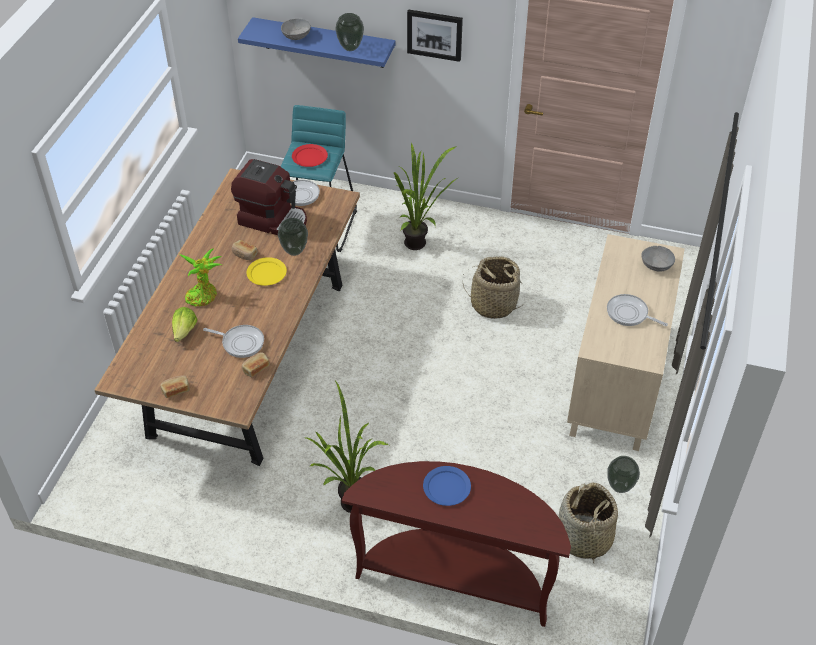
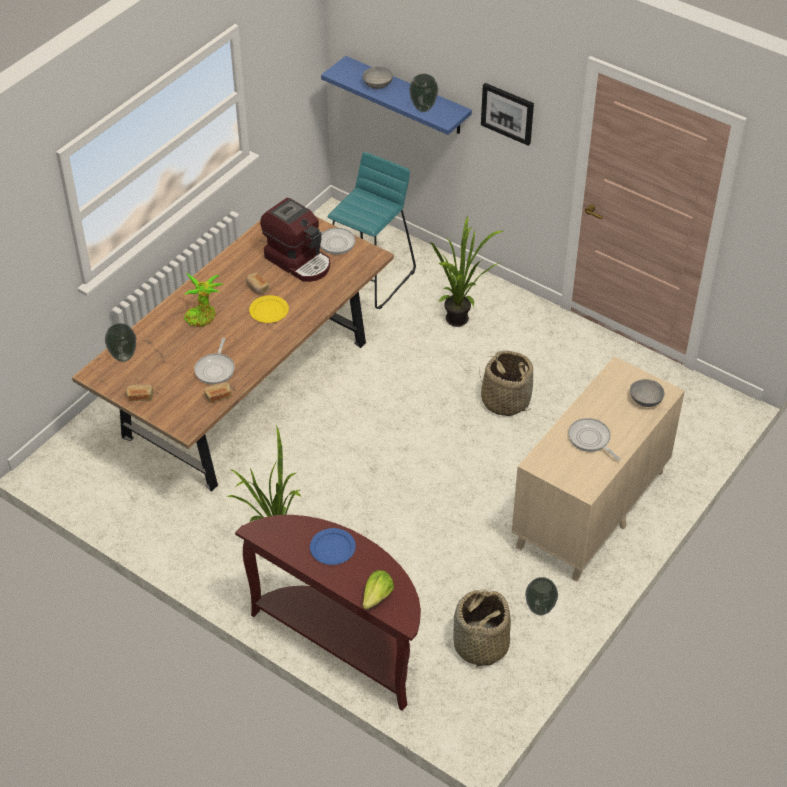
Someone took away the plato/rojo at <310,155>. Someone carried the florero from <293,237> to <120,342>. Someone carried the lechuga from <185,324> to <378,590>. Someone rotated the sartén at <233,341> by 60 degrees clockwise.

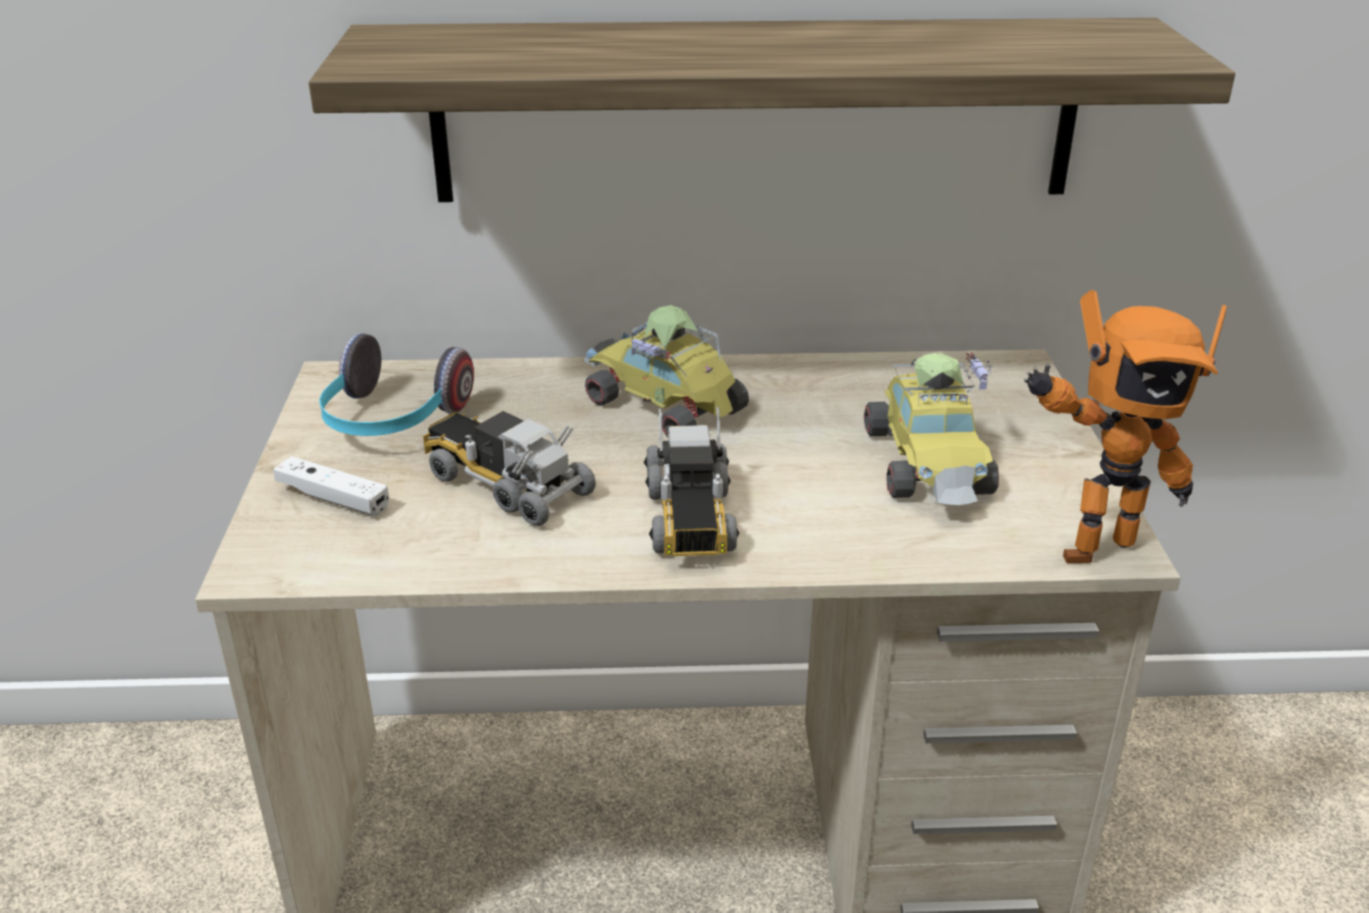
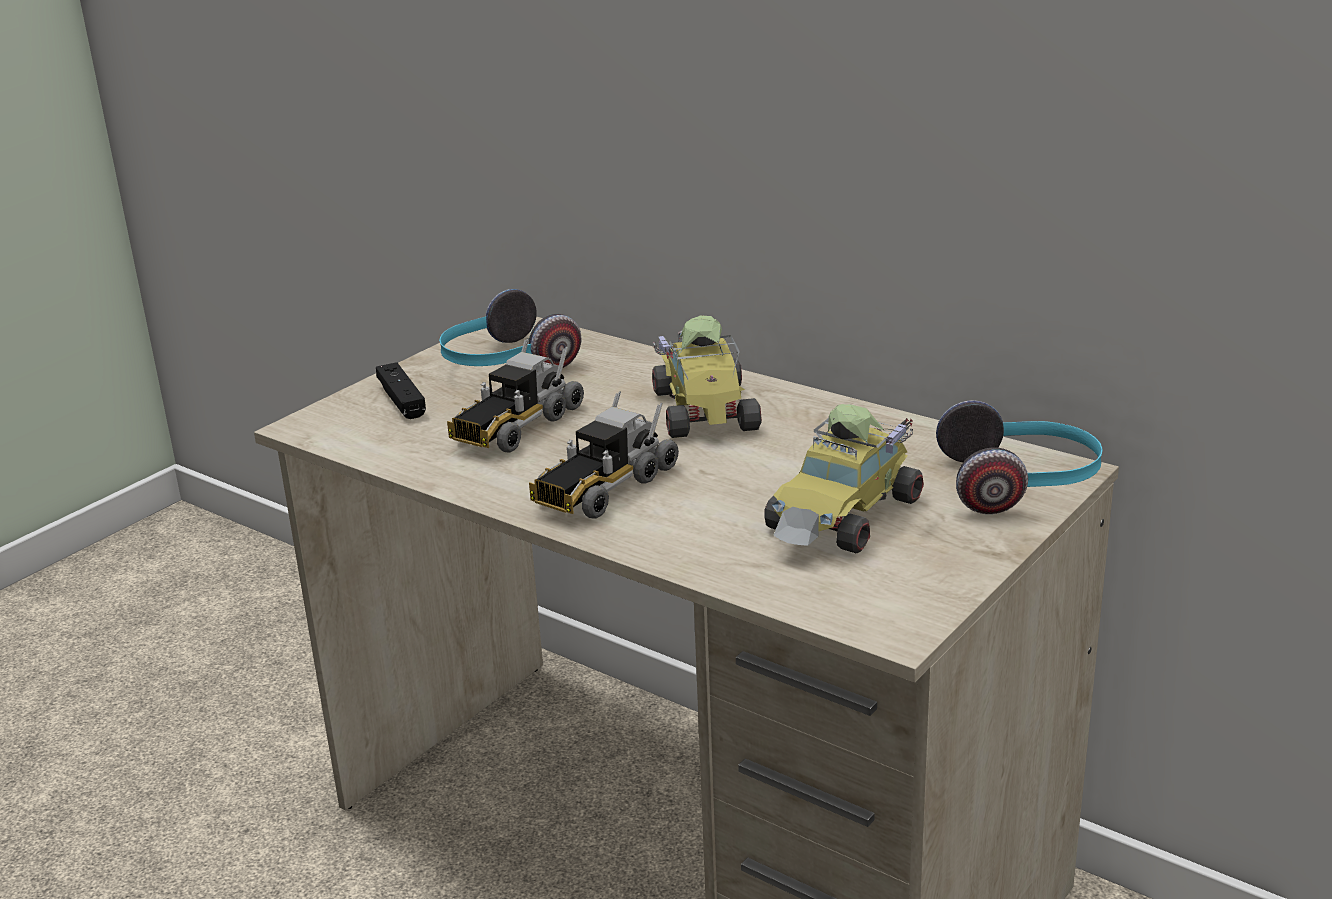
Someone took away the estante at <772,110>. Someone took away the robot de juguete at <1125,426>. Someone rotated the camión de juguete at <509,468> by 135 degrees counterclockwise. Someone repainted the mando de consola/blanco at <331,486>, which became the mando de consola/negro at <401,390>. Someone put down the auriculares at <1019,457>.

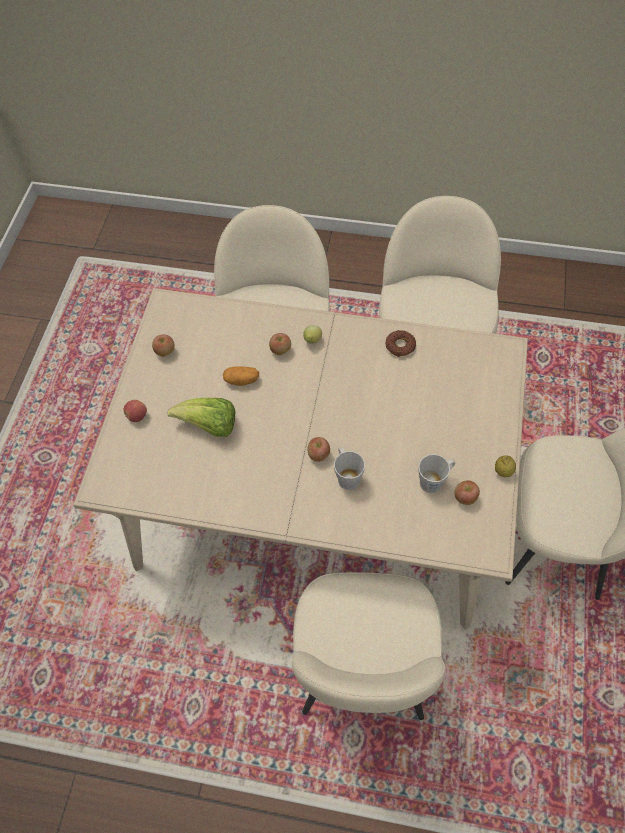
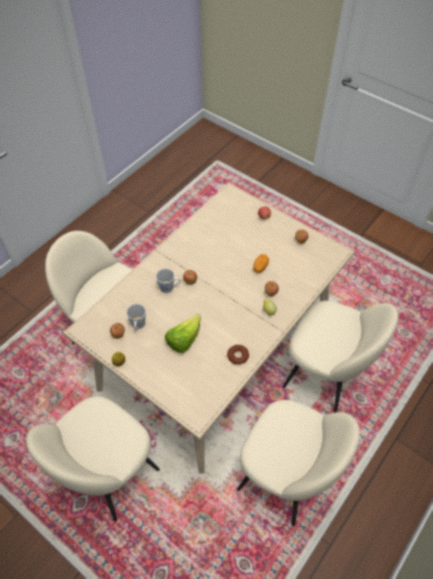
Someone carried the lechuga from <201,417> to <183,333>.

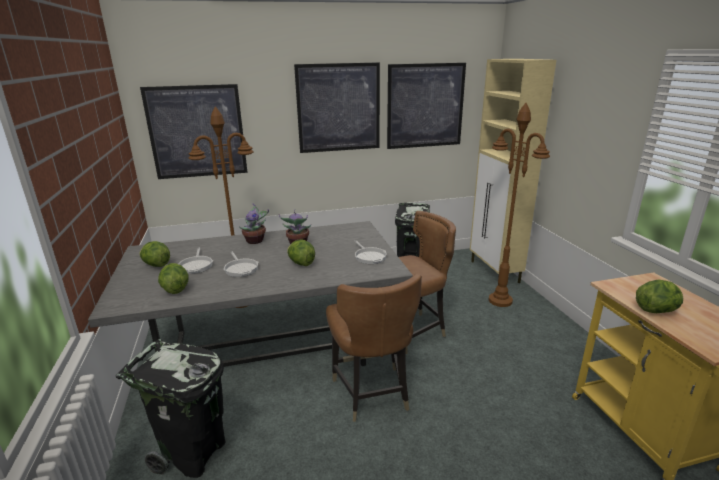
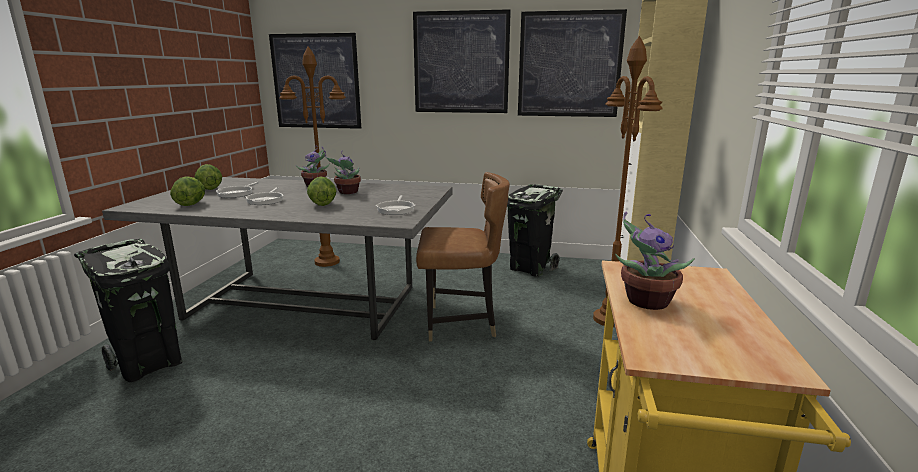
Someone took away the silla/marrón at <374,348>. Someone swapped the lechuga at <659,296> for the planta en maceta at <655,260>.

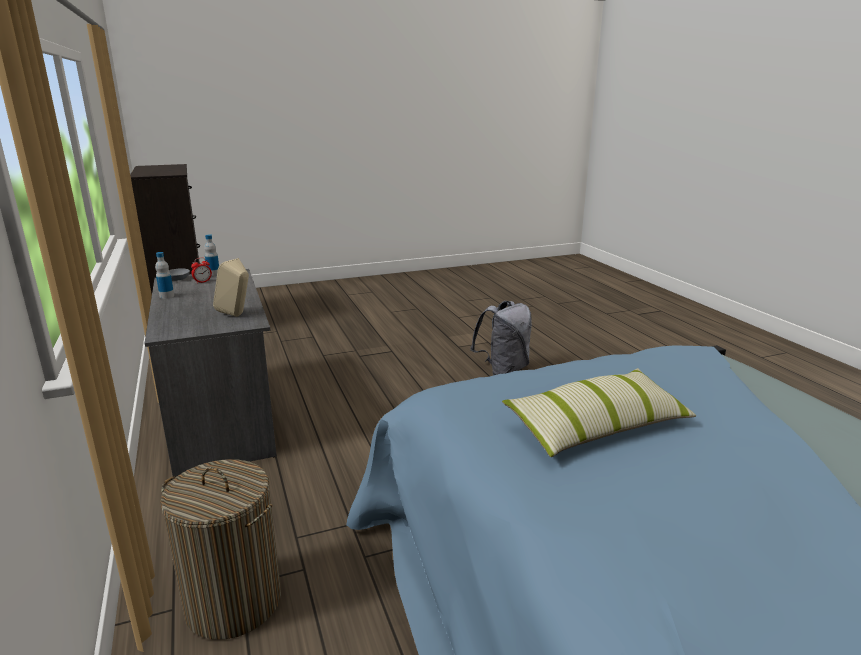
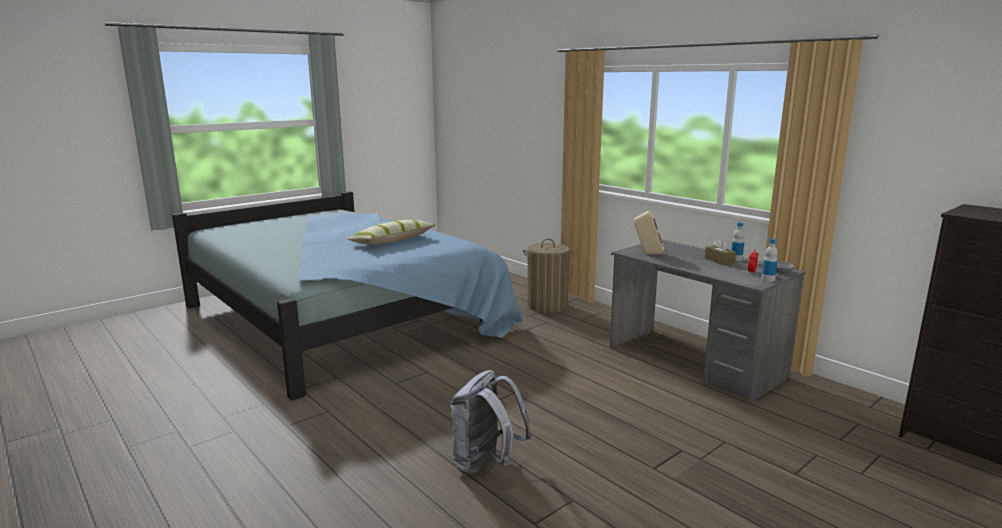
Someone put down the caja de pañuelos/marrón at <720,251>.

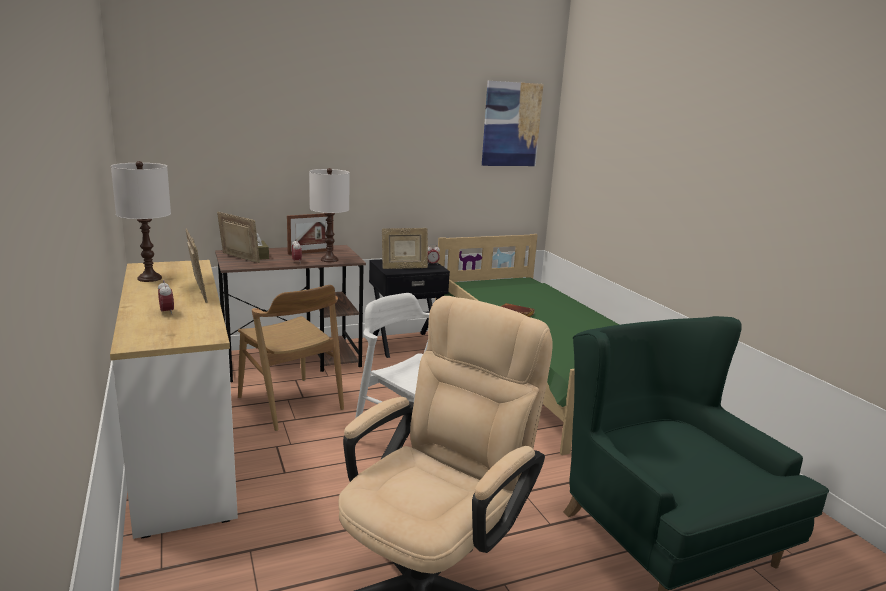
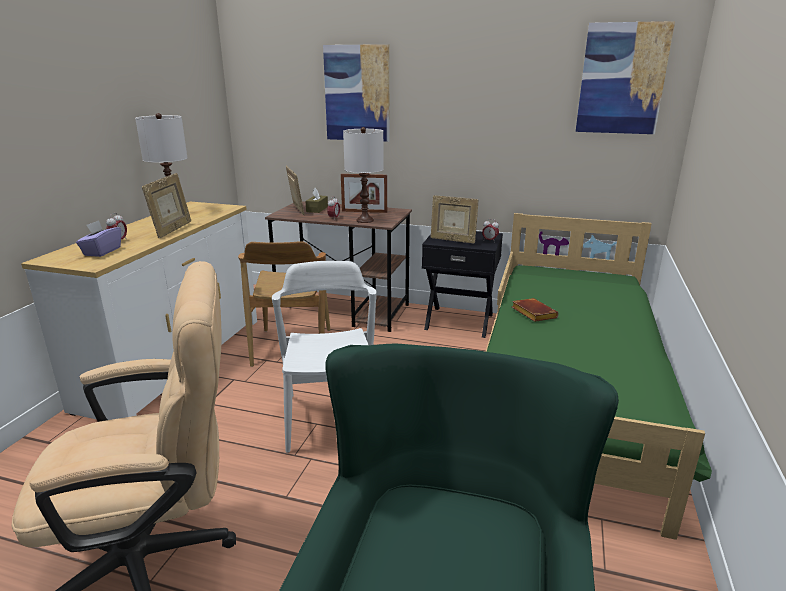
Someone put up the cuadro at <356,93>. Someone put down the caja de pañuelos/morado at <98,238>.

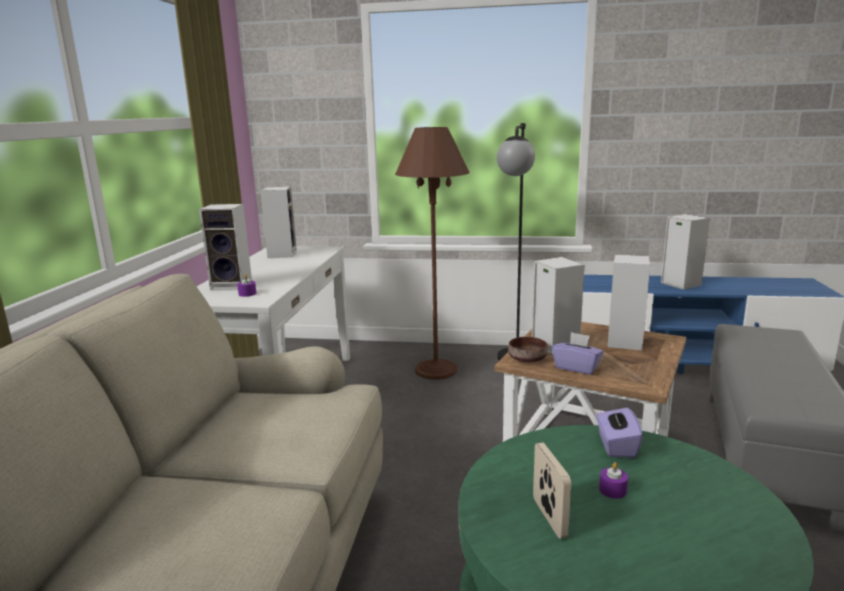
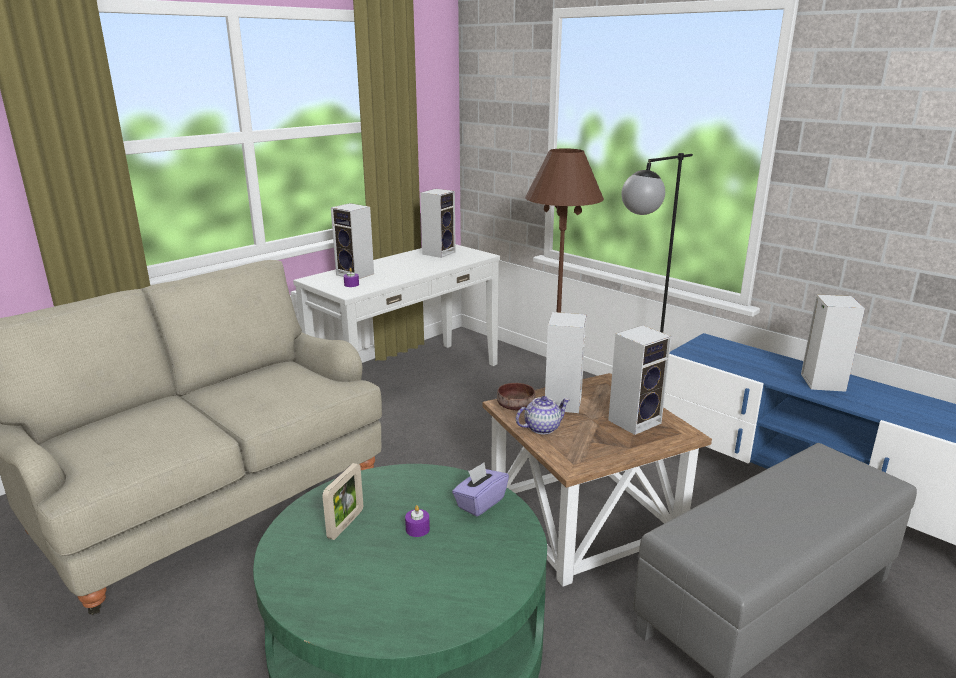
Someone swapped the caja de pañuelos/morado at <577,353> for the tetera at <543,415>.

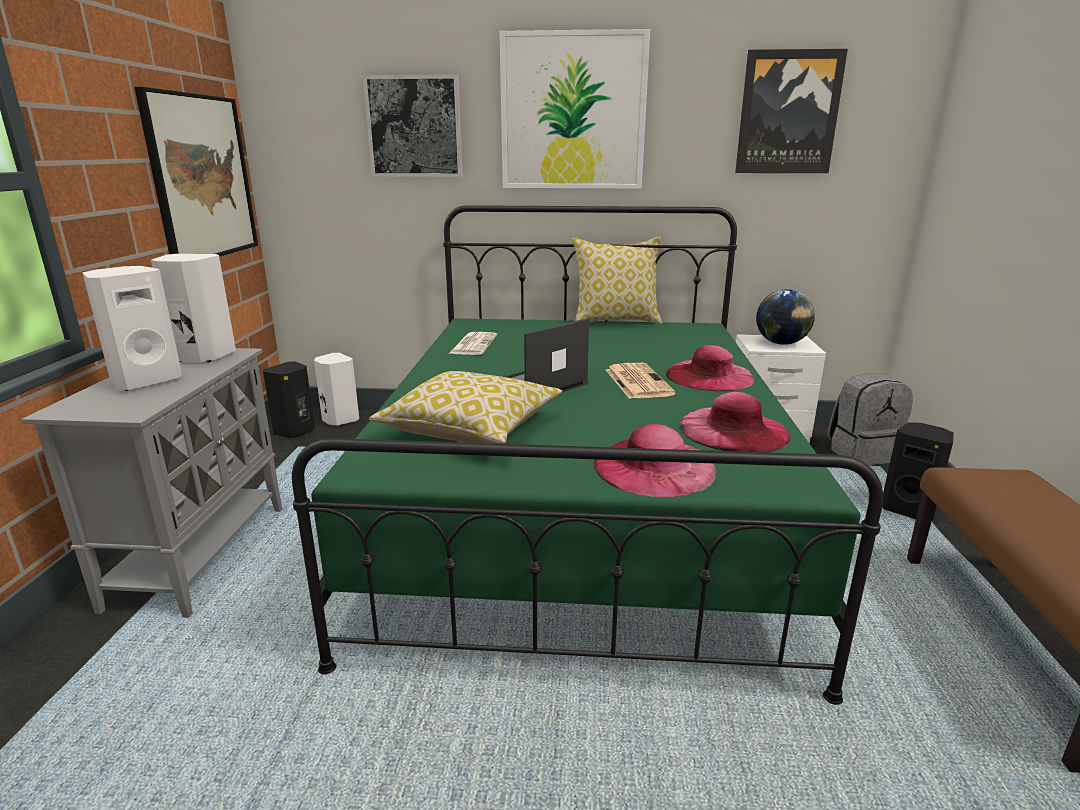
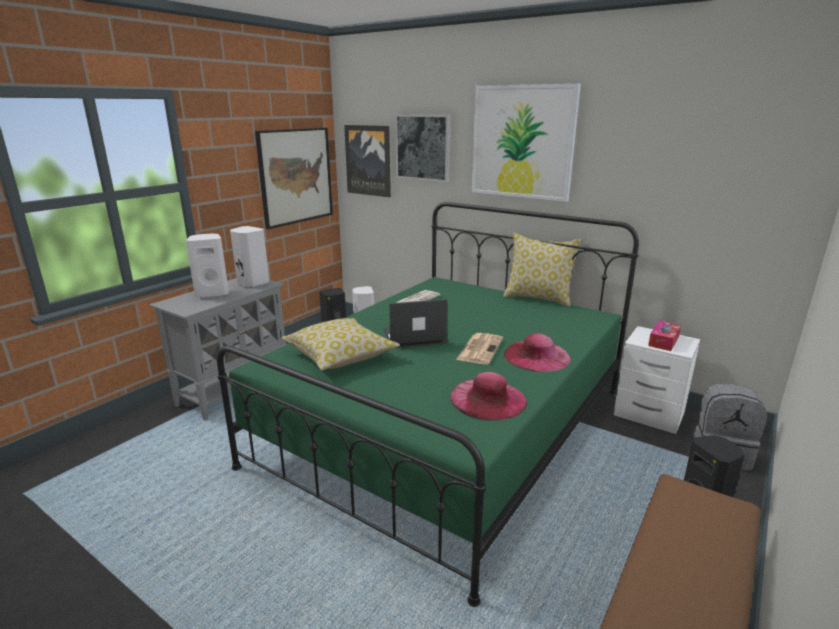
Someone carried the cuadro from <791,111> to <367,161>. Someone swapped the globo terráqueo at <785,317> for the caja de pañuelos at <664,335>. Someone took away the sombrero/rosa at <655,460>.

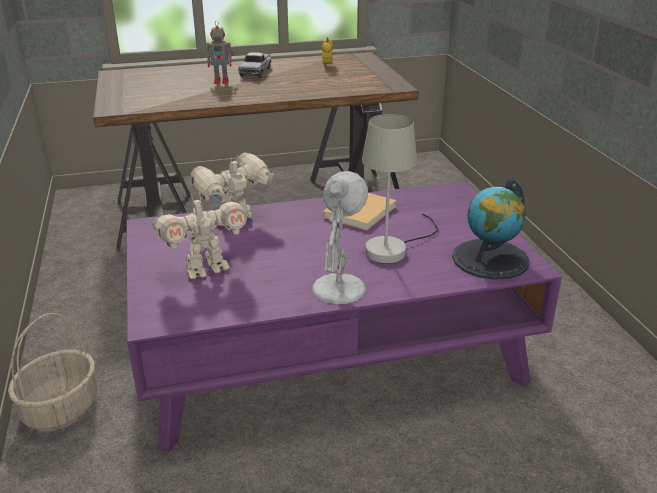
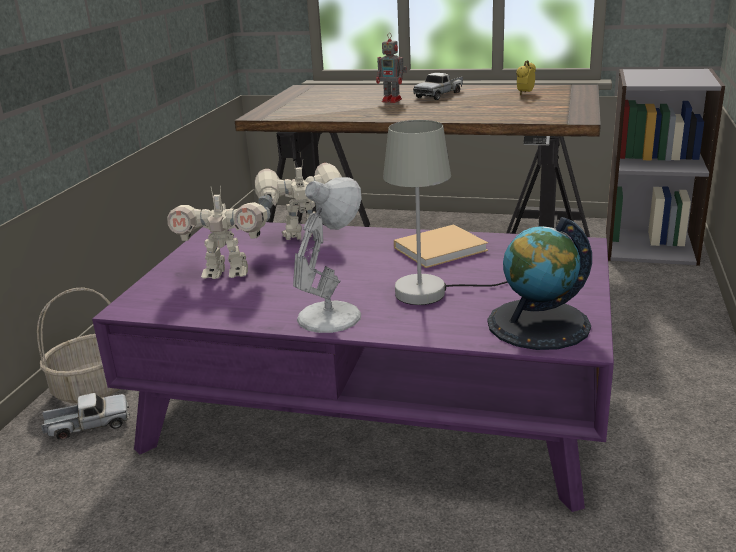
Someone put down the estantería/gris at <665,167>. Someone put down the camión de juguete at <85,416>.

